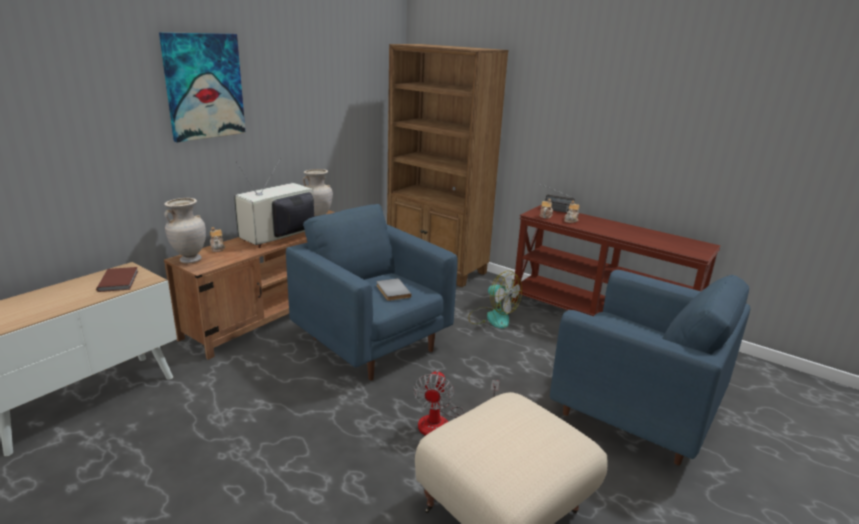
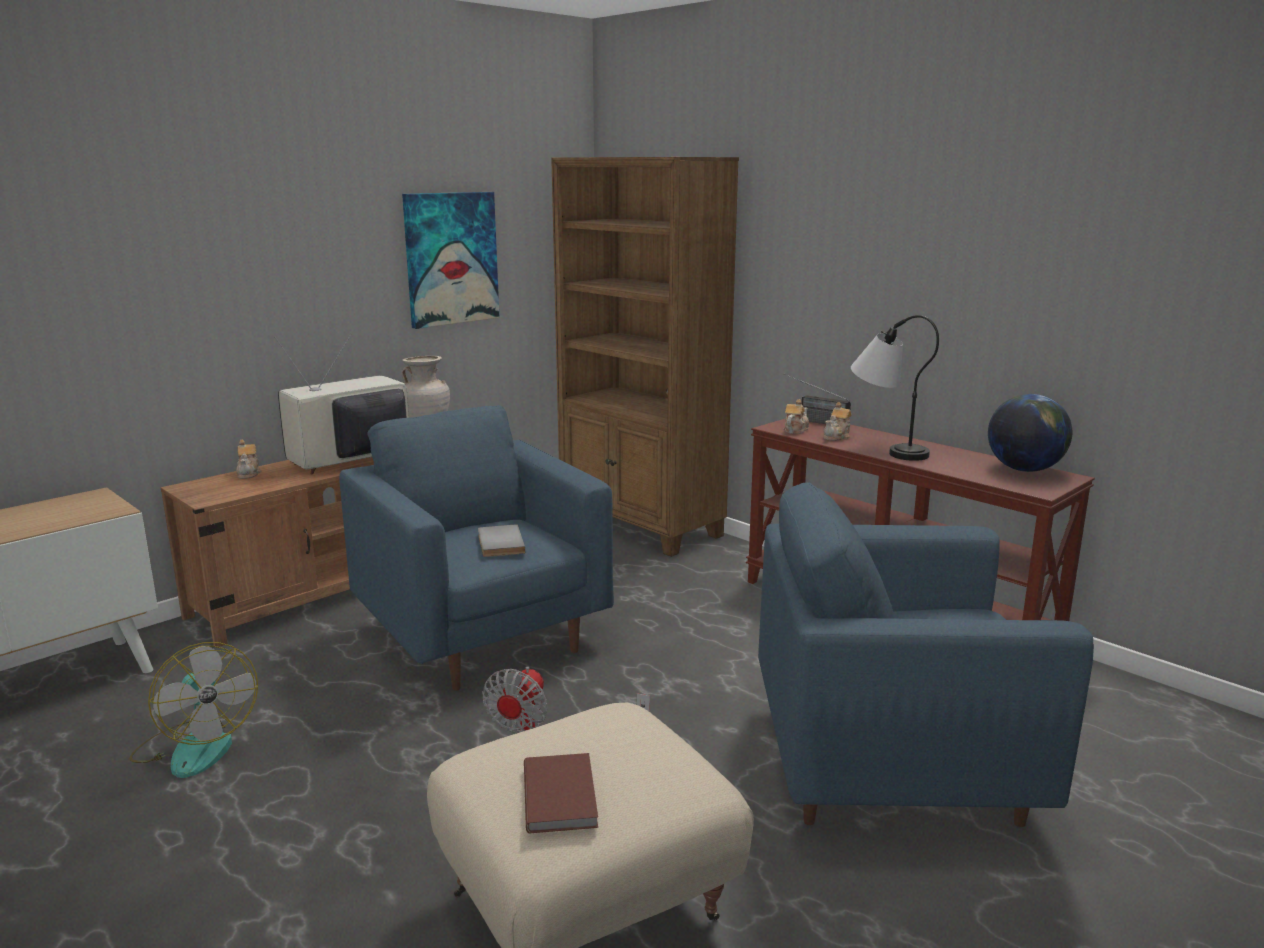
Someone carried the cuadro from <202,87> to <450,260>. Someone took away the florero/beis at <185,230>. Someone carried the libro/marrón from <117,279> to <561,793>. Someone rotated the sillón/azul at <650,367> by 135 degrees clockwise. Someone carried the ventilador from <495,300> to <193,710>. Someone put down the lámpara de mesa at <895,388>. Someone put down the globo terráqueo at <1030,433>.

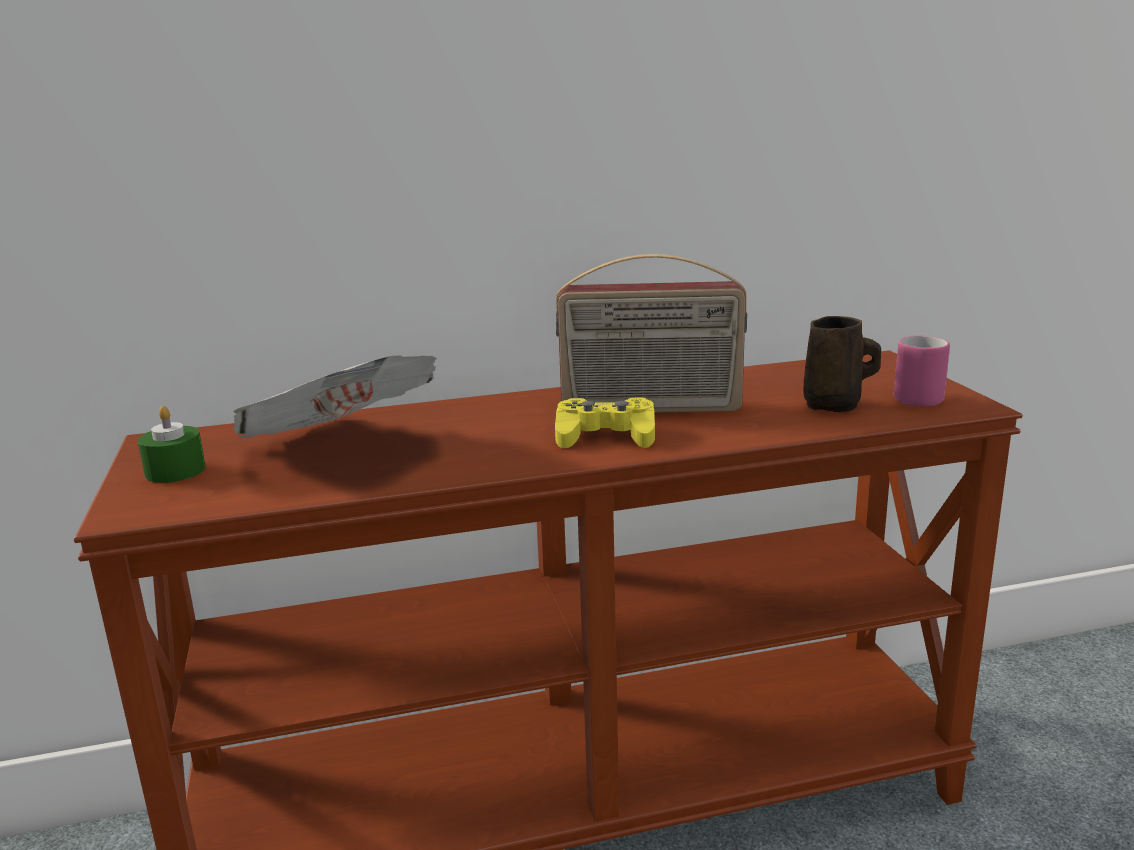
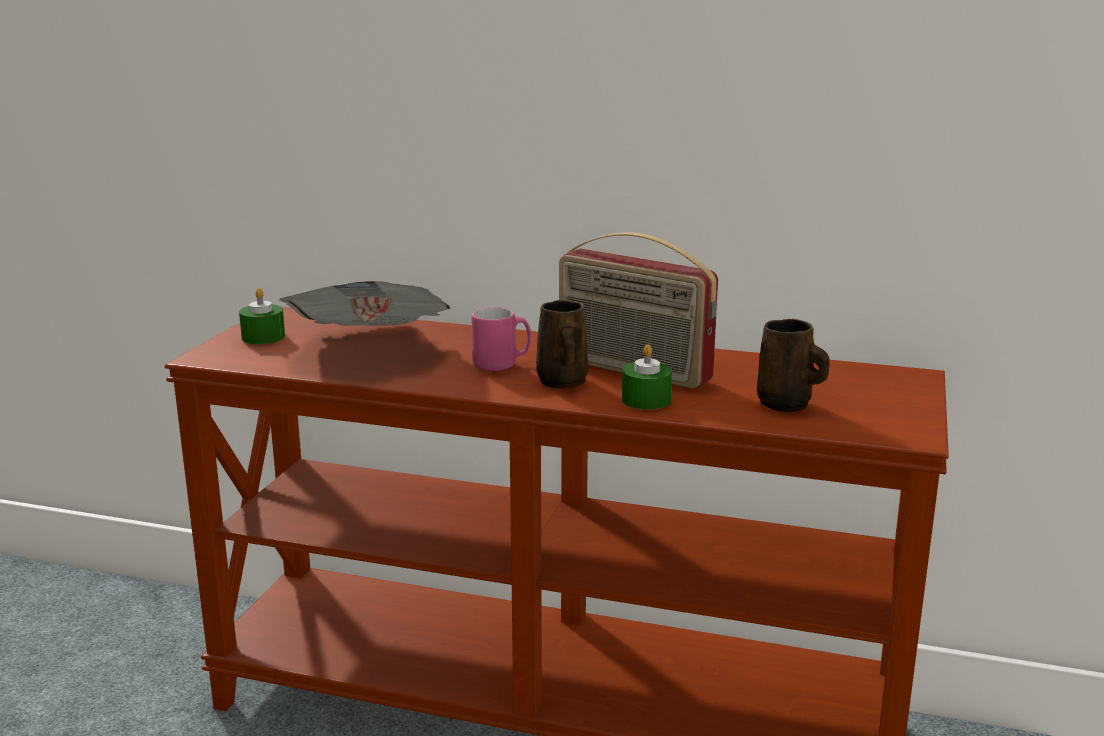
Someone carried the taza grande/rosa from <922,371> to <501,339>. Someone swapped the mando de consola/amarillo at <605,422> for the taza grande/marrón at <562,344>. Someone put down the vela/verde at <647,377>.

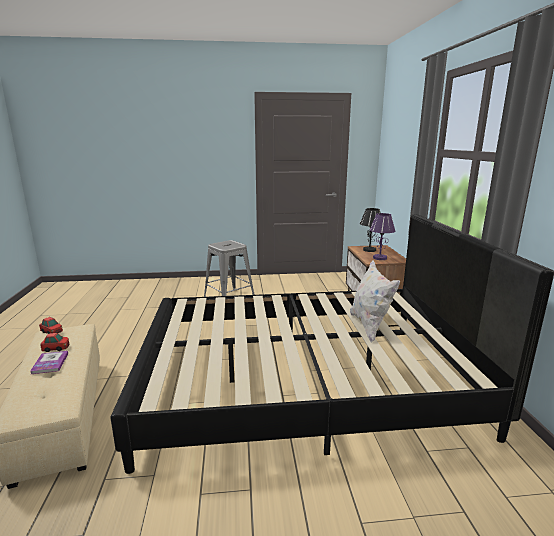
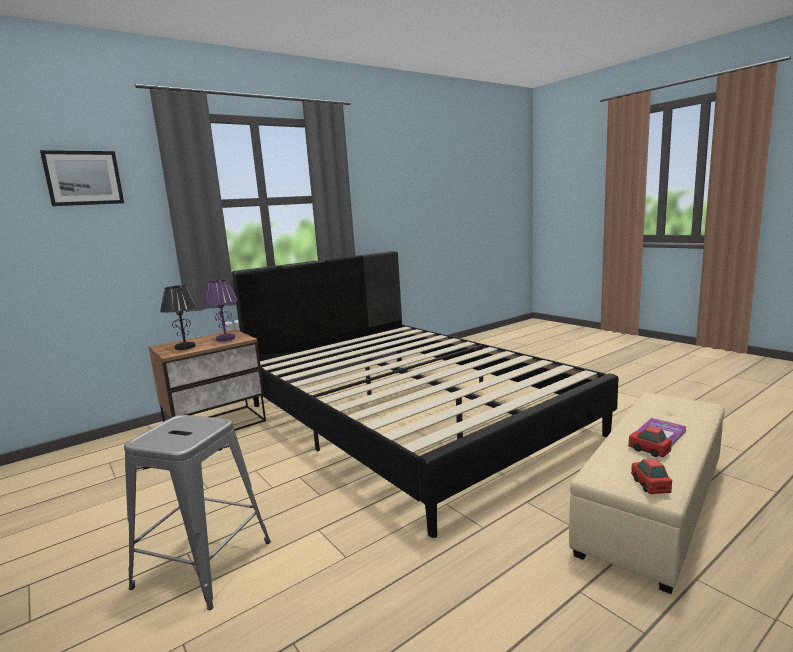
Someone took away the cojín/blanco at <375,302>. Someone put up the cuadro at <82,178>.

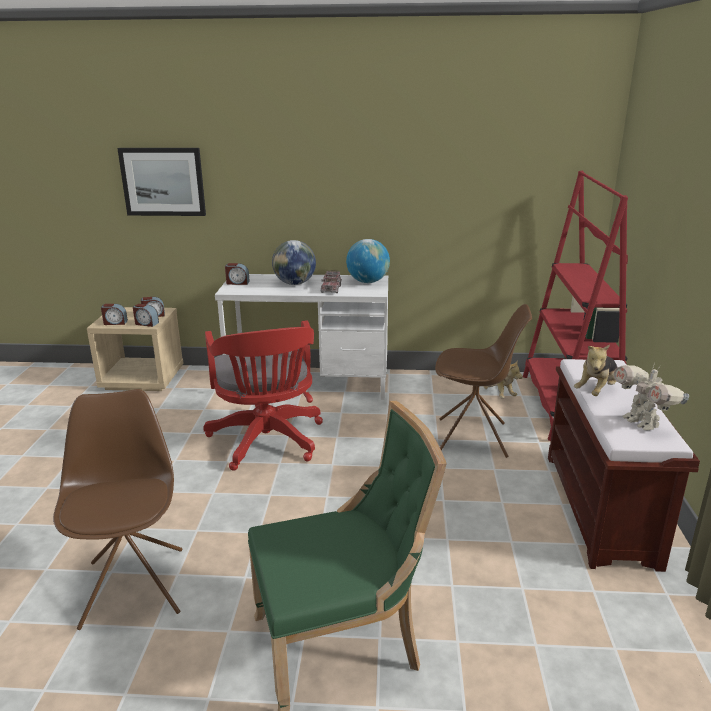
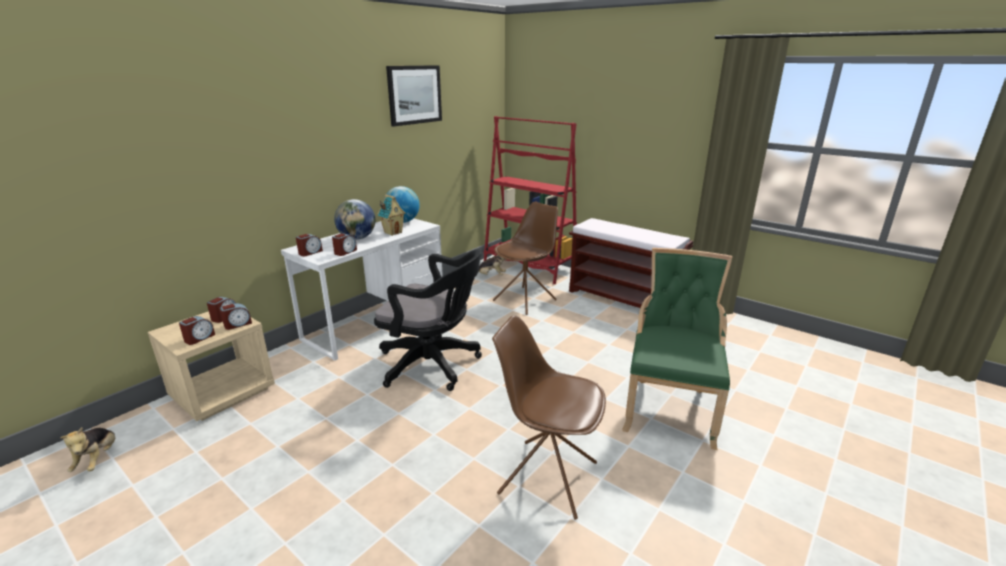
Someone carried the cuadro from <161,182> to <414,96>. Someone swapped the camión de juguete at <331,281> for the casita at <391,215>. Someone repainted the silla de oficina/rojo at <263,395>, which became the silla de oficina/negro at <428,320>. Someone carried the peluche from <596,370> to <87,449>. Someone took away the robot de juguete at <651,396>. Someone put down the despertador at <344,244>.

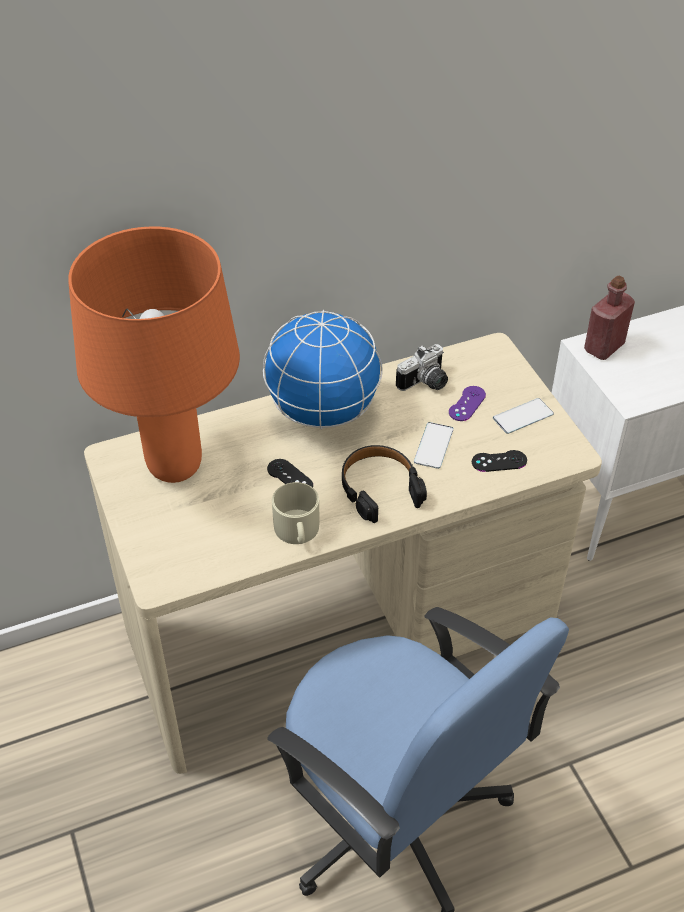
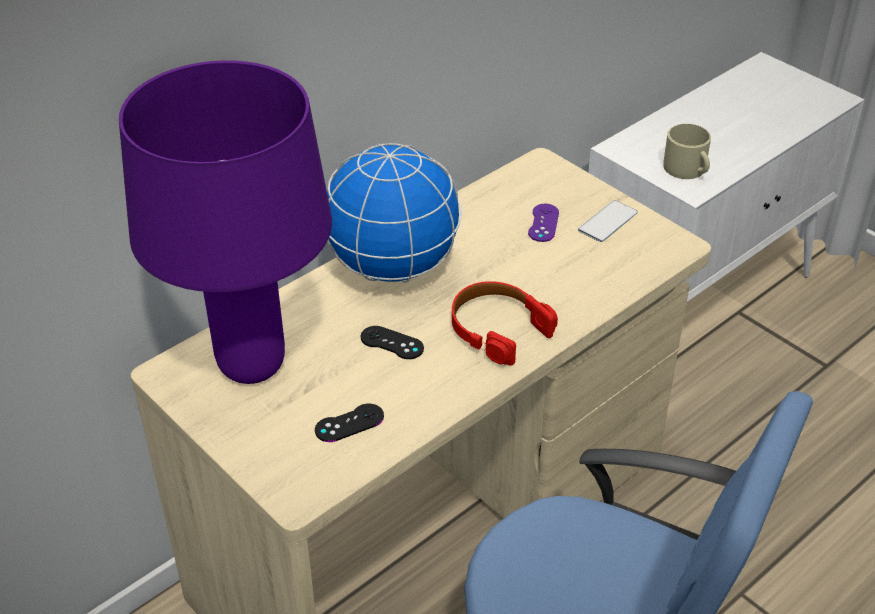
Someone repainted the lámpara de mesa/naranja at <154,354>, which became the lámpara de mesa/morado at <225,222>. Someone took away the botella/rojo at <609,318>. Someone took away the cámara at <422,367>. Someone took away the móvil at <434,445>. Someone repainted the auriculares/negro at <384,484>, which became the auriculares/rojo at <505,323>. Someone carried the mando de consola/negro from <499,461> to <349,423>. Someone carried the taza grande/beis from <296,513> to <687,151>.

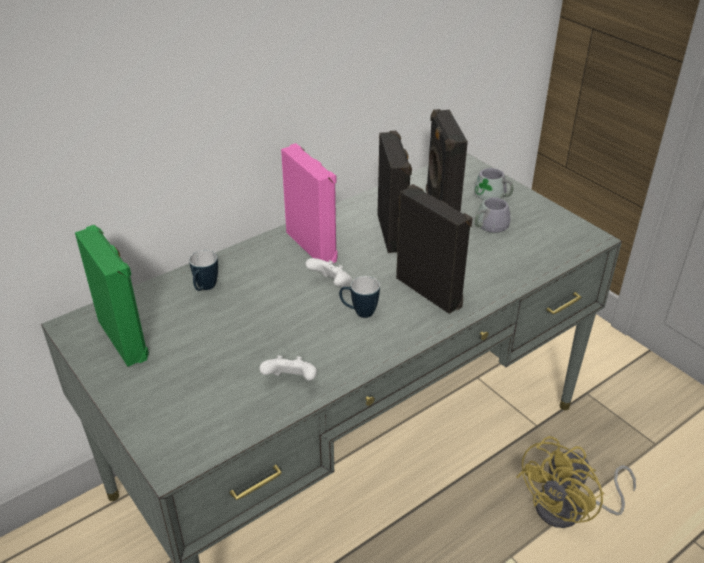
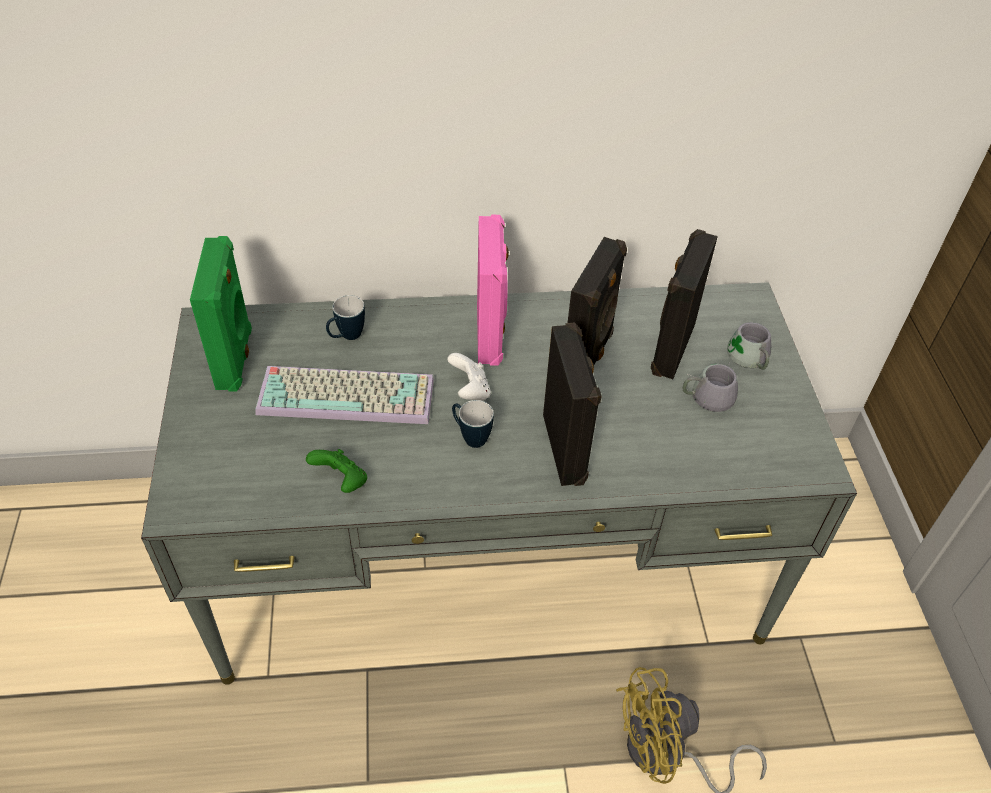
Someone repainted the mando de consola/blanco at <288,368>, which became the mando de consola/verde at <336,471>. Someone put down the teclado at <344,395>.

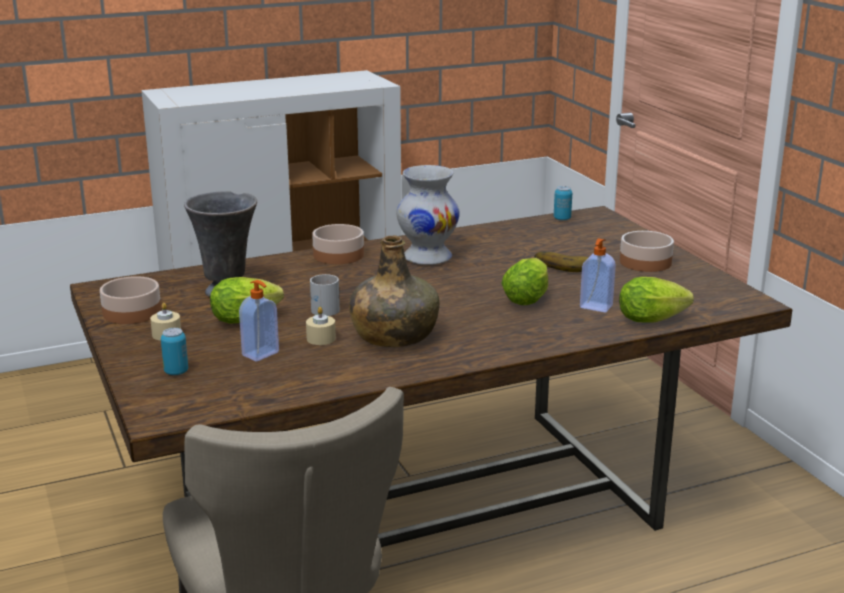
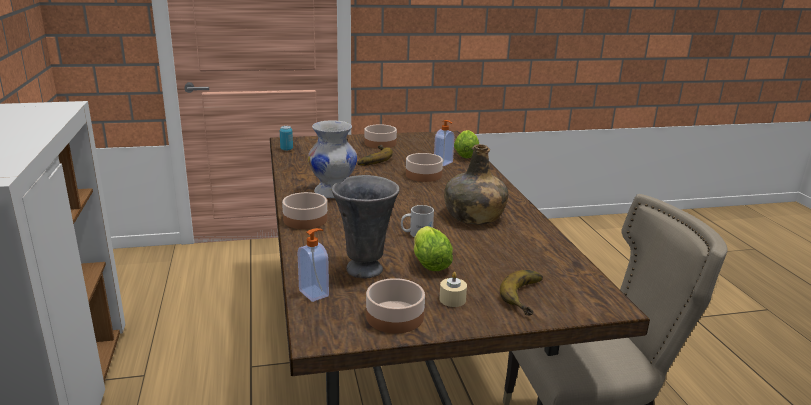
Someone swapped the lechuga at <524,281> for the cuenco at <424,167>. Someone carried the dispensador de jabón from <259,321> to <313,265>. Someone took away the vela/beis at <321,326>. Someone swapped the lata at <174,351> for the plátano at <521,292>.

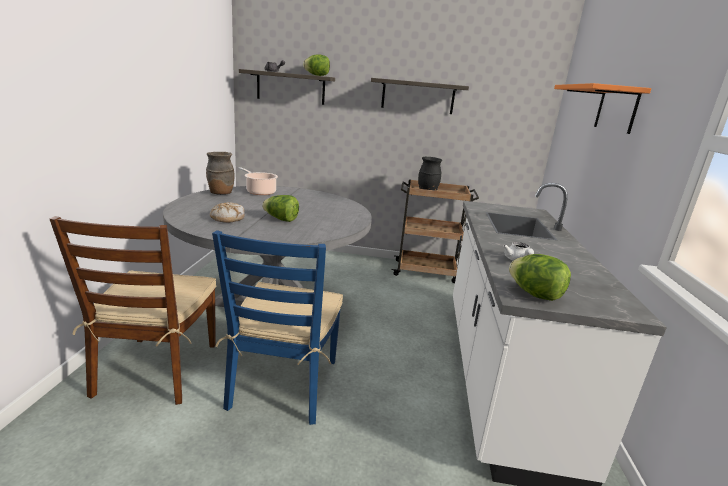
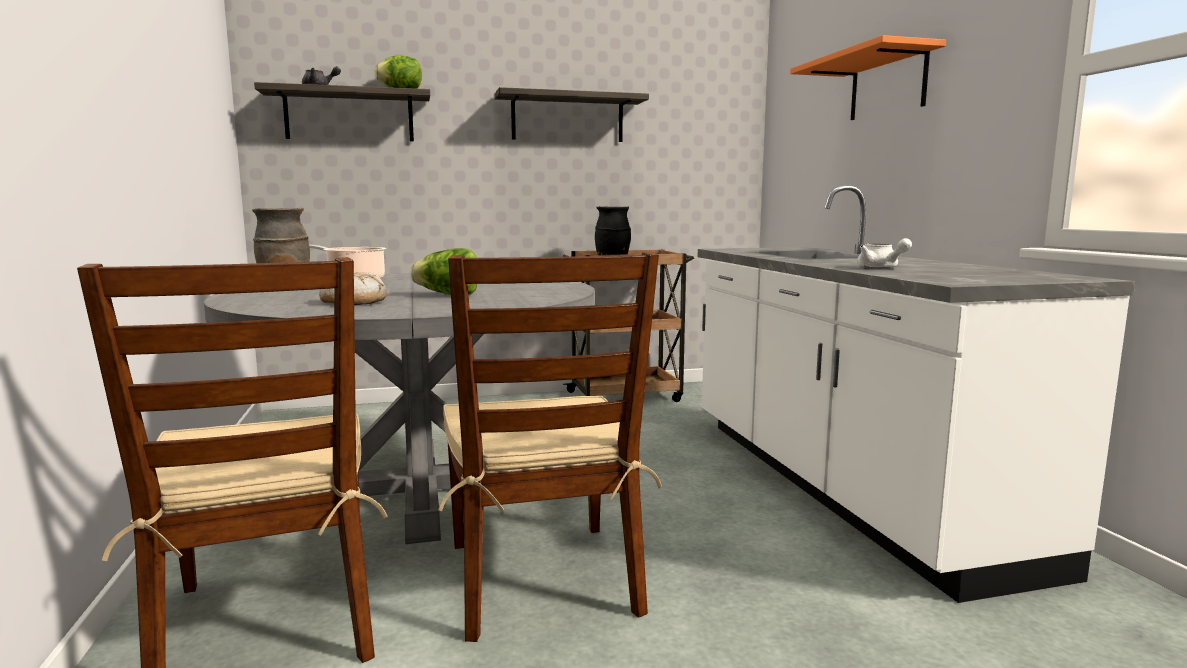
Someone repainted the silla/azul at <277,327>, which became the silla/marrón at <550,447>. Someone took away the lechuga at <540,277>.

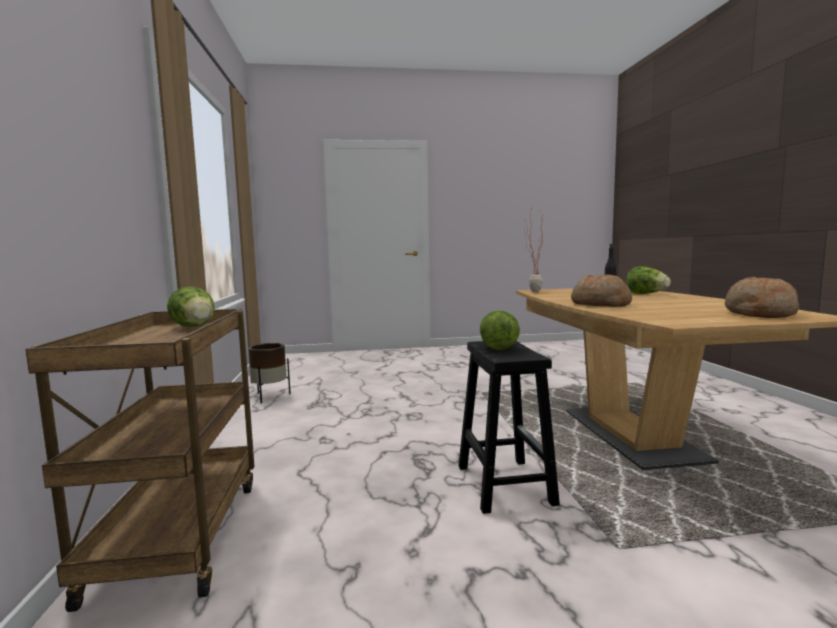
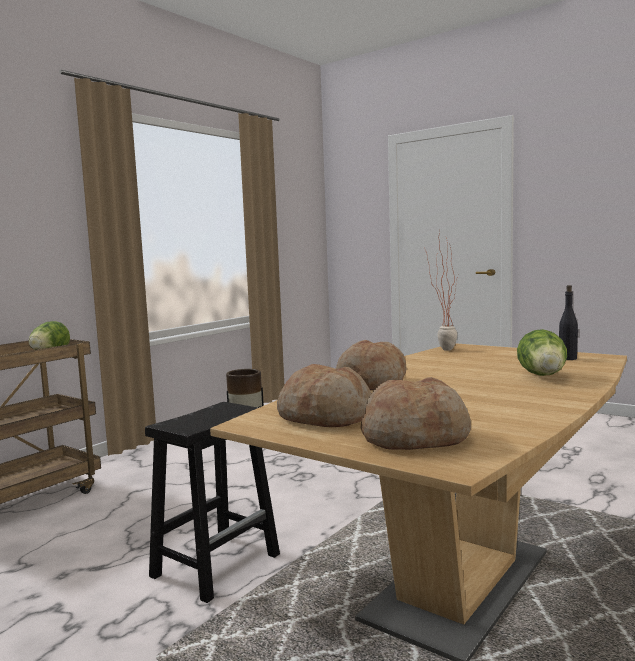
Someone took away the lechuga at <500,330>. Someone put down the pan at <324,395>.

